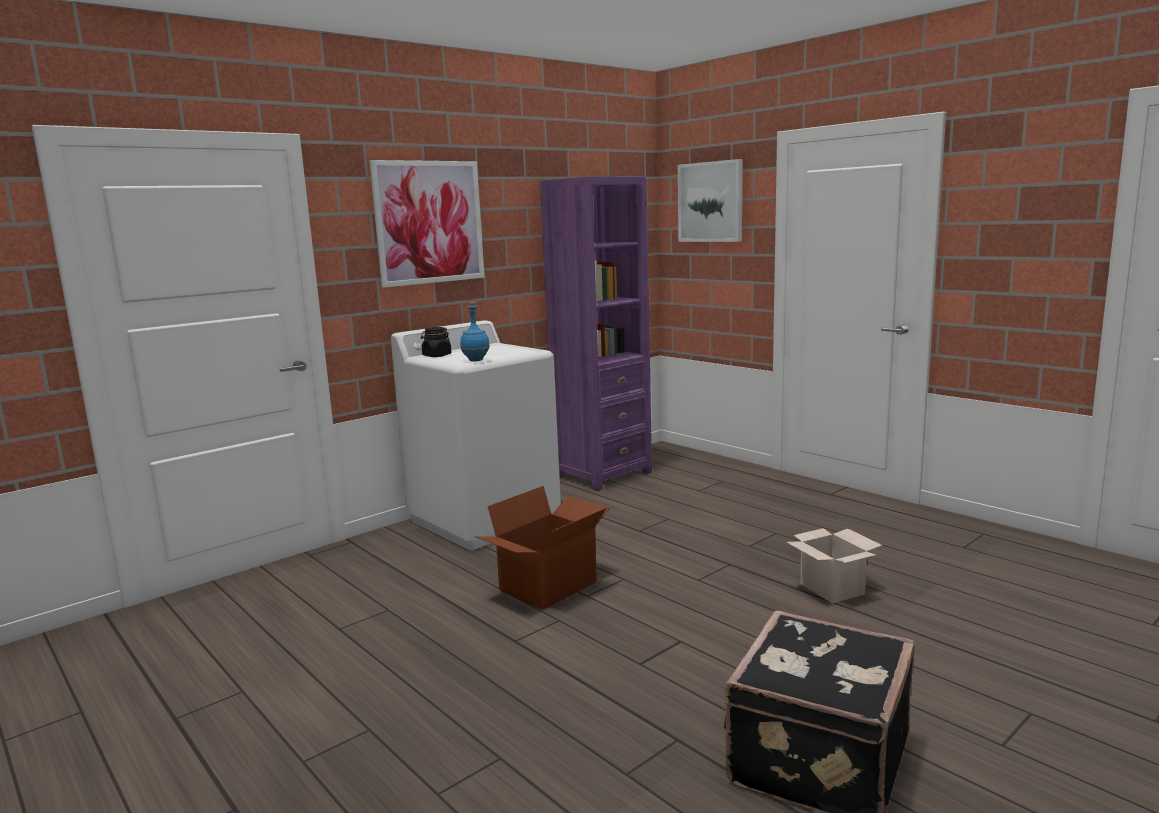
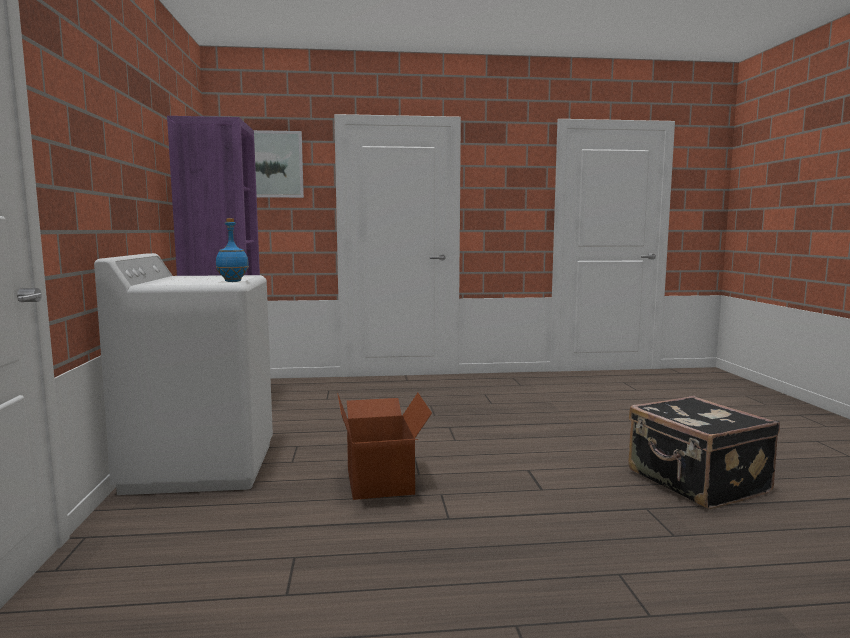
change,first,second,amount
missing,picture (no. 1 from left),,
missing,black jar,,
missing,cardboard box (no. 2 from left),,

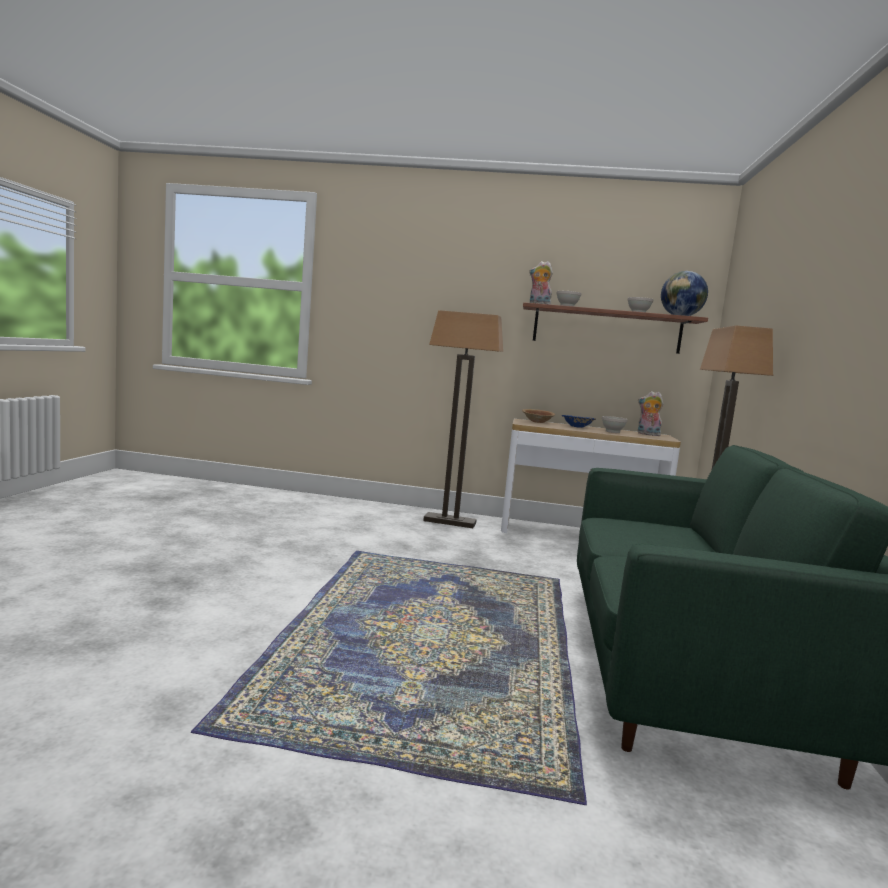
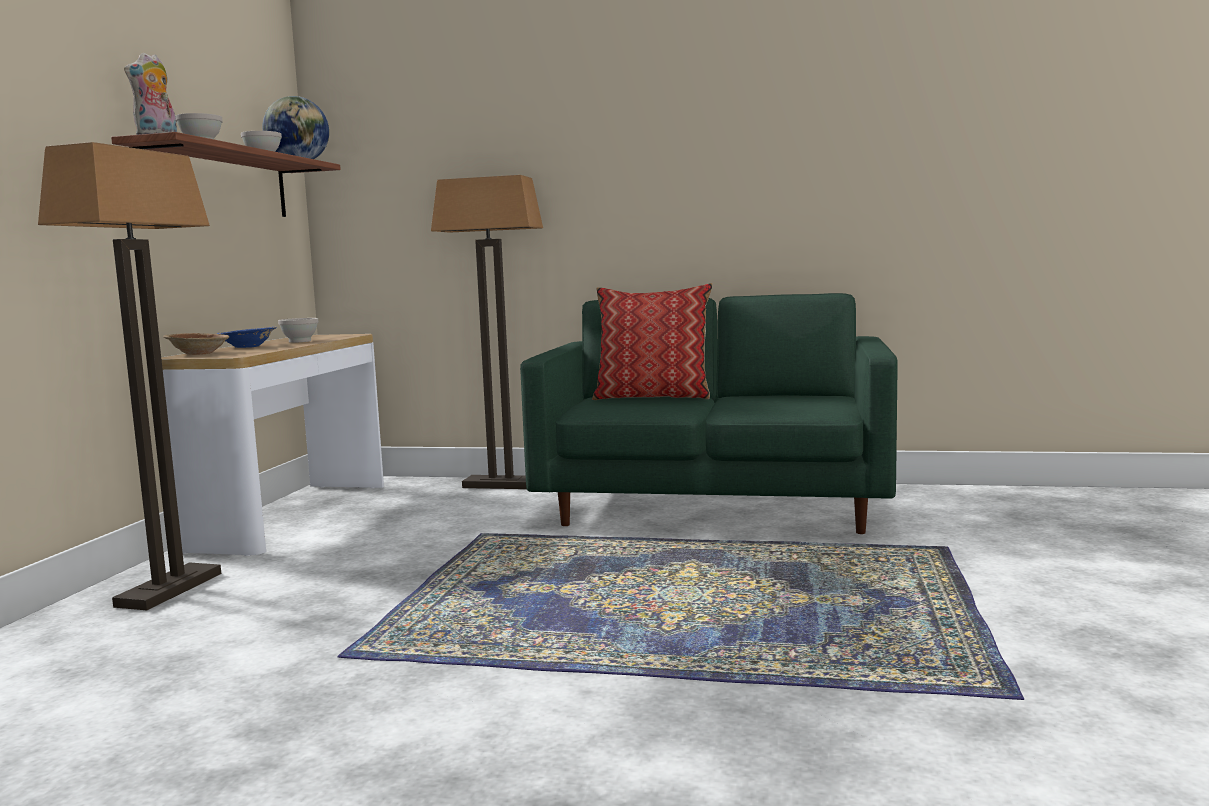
change,first,second,amount
missing,plush toy (no. 2 from left),,
appeared,,pillow,

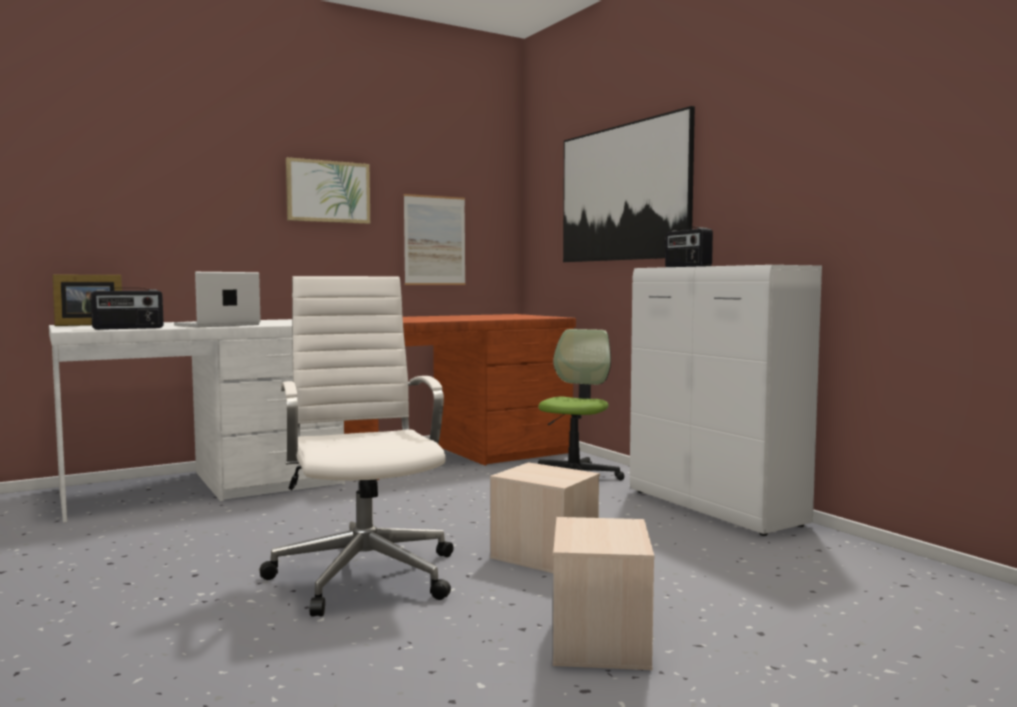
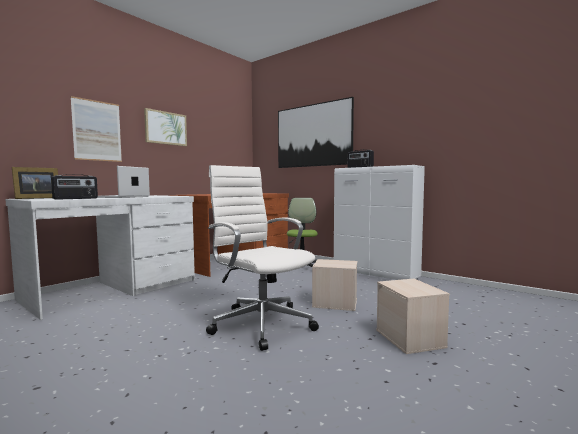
change,first,second,amount
relocated,picture (no. 2 from left in the first image),picture (no. 1 from left),

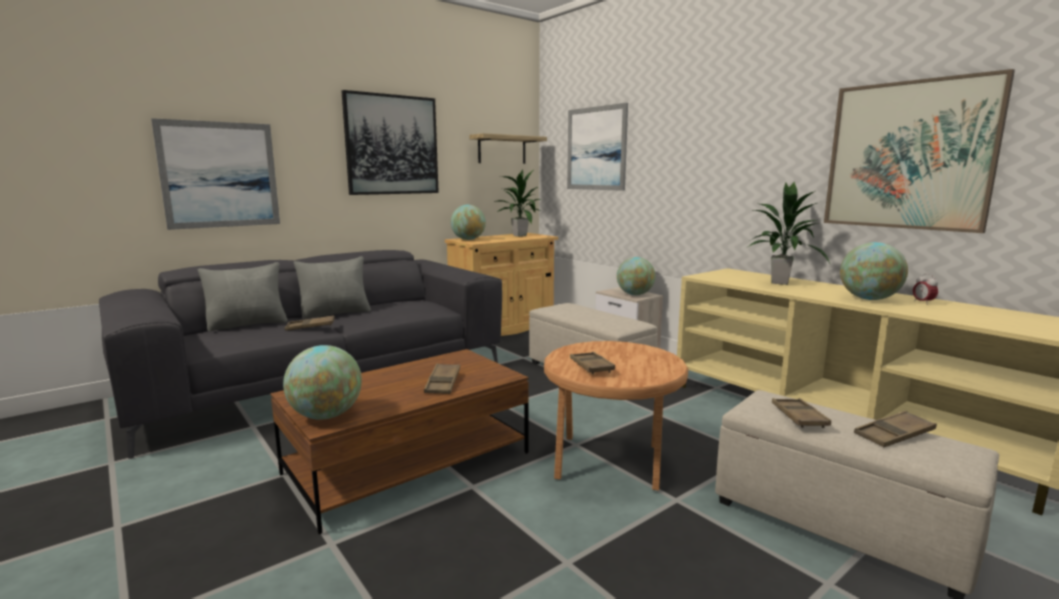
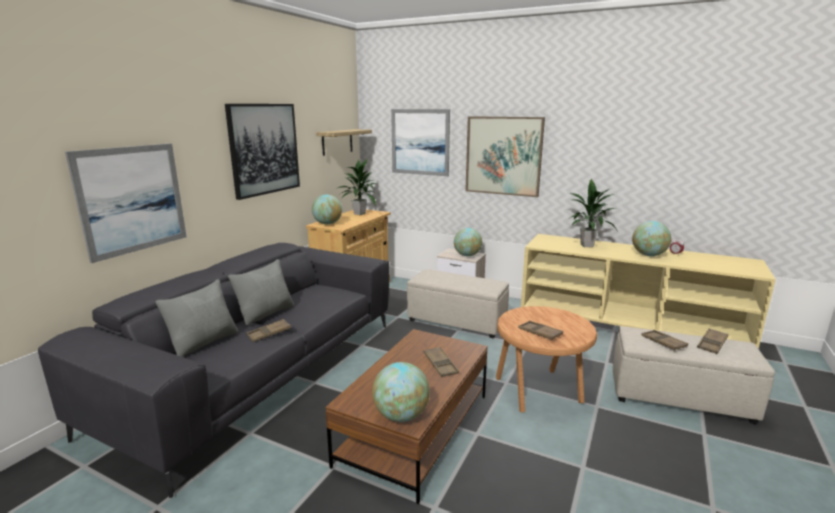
change,first,second,amount
relocated,picture (no. 4 from left),,

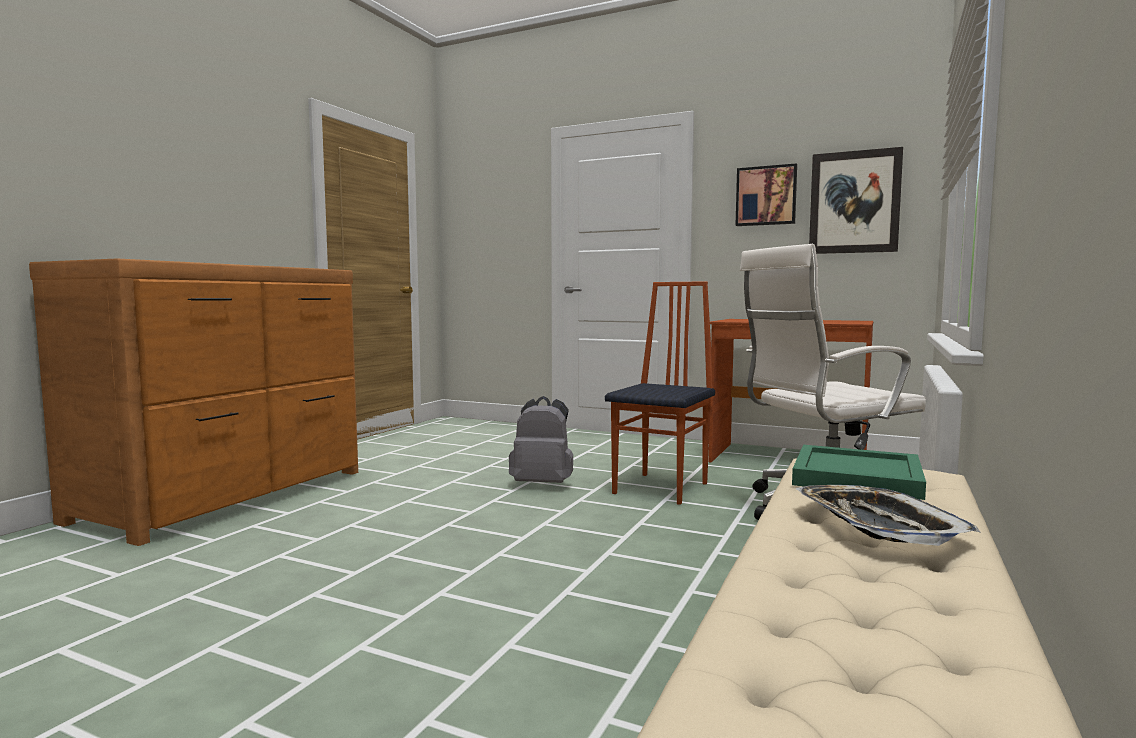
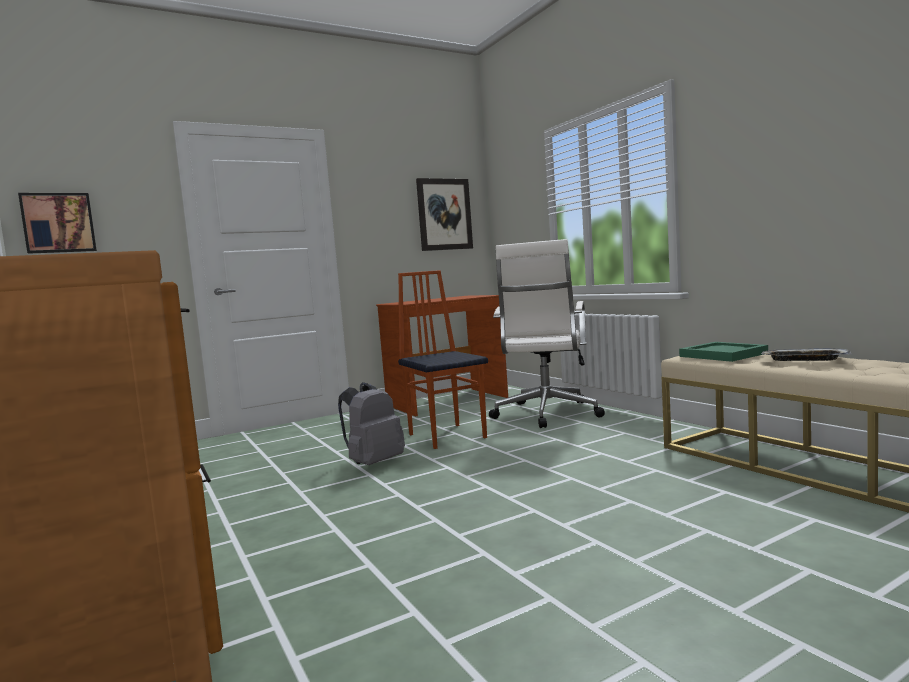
change,first,second,amount
relocated,picture (no. 1 from left),,

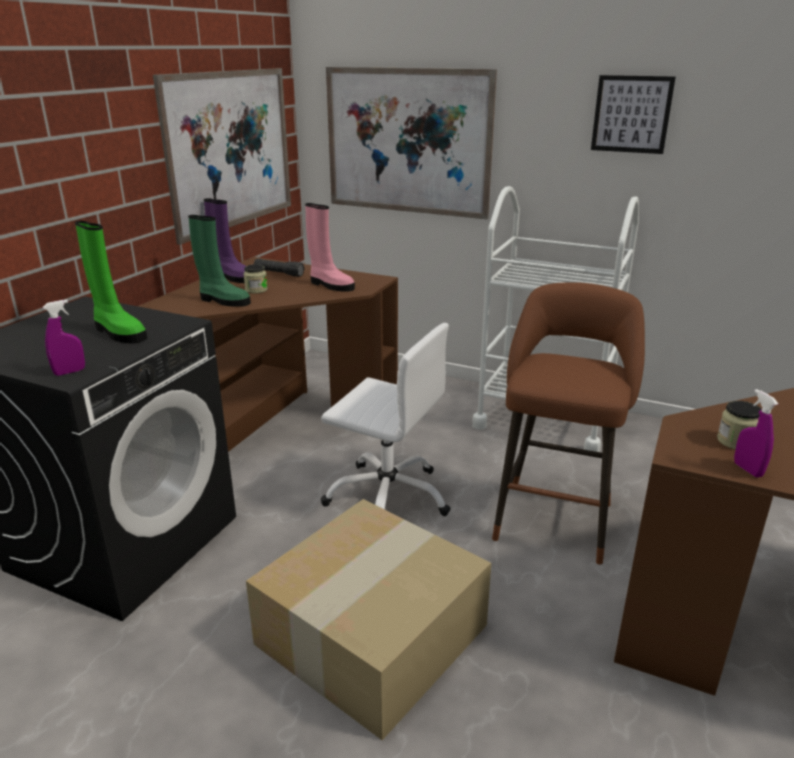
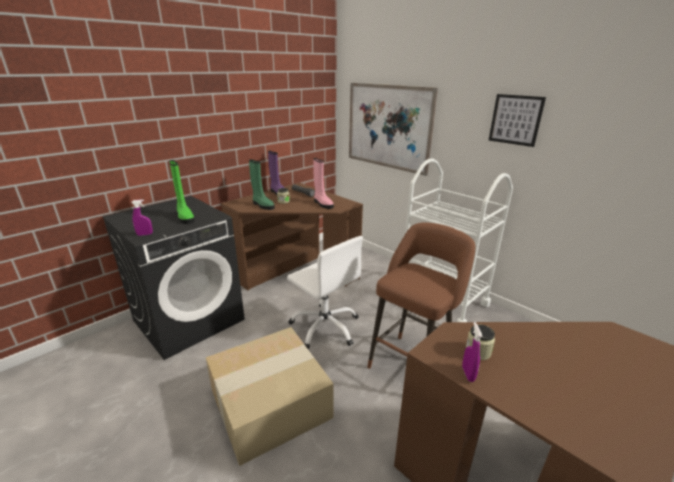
change,first,second,amount
missing,picture (no. 1 from left),,

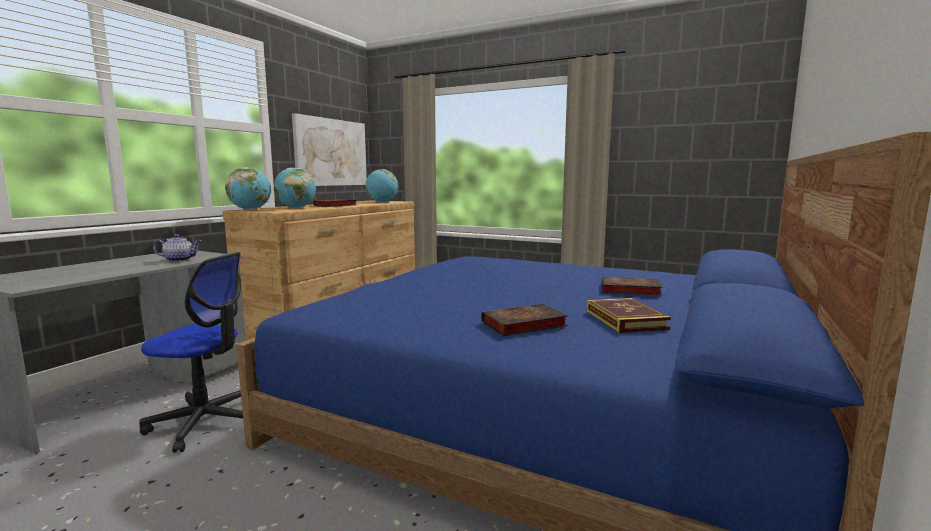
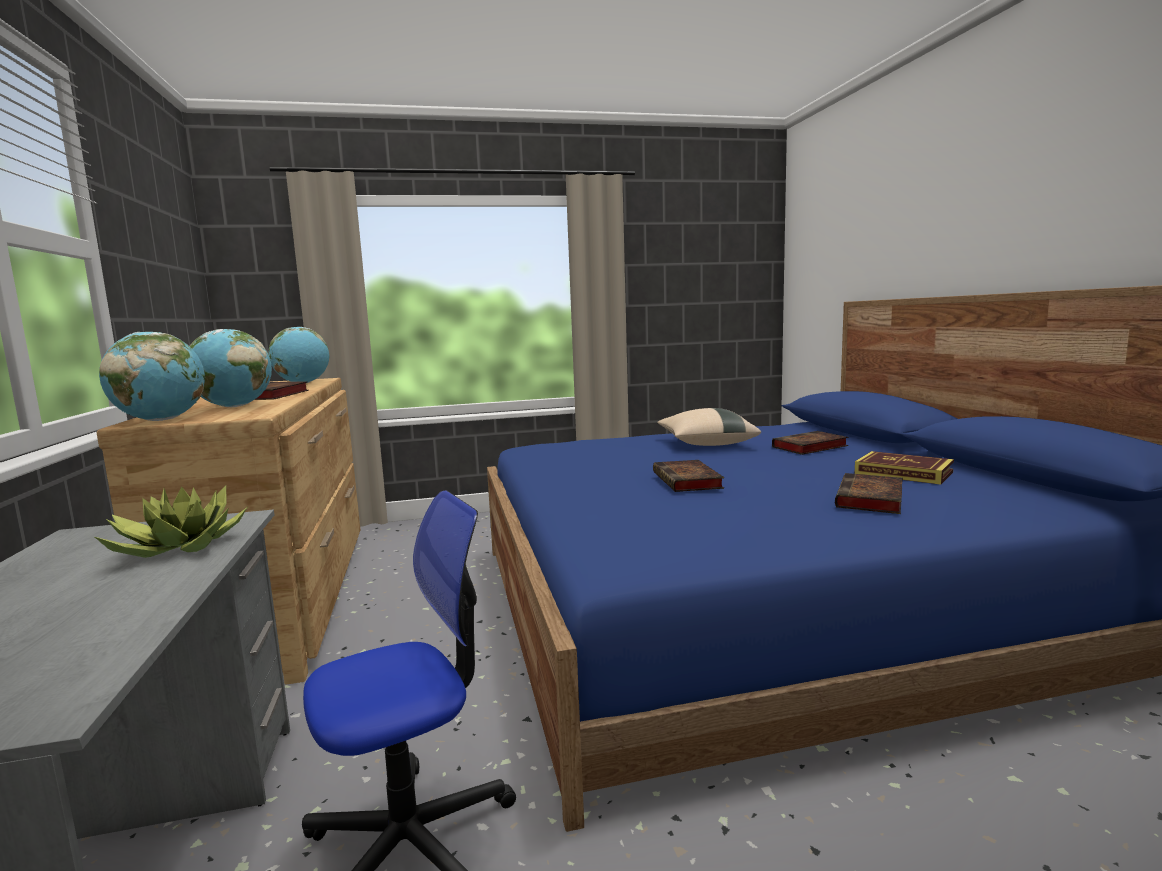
change,first,second,amount
missing,picture,,
appeared,,book (no. 2 from left),
appeared,,beige pillow,
exchanged,teapot,potted plant,

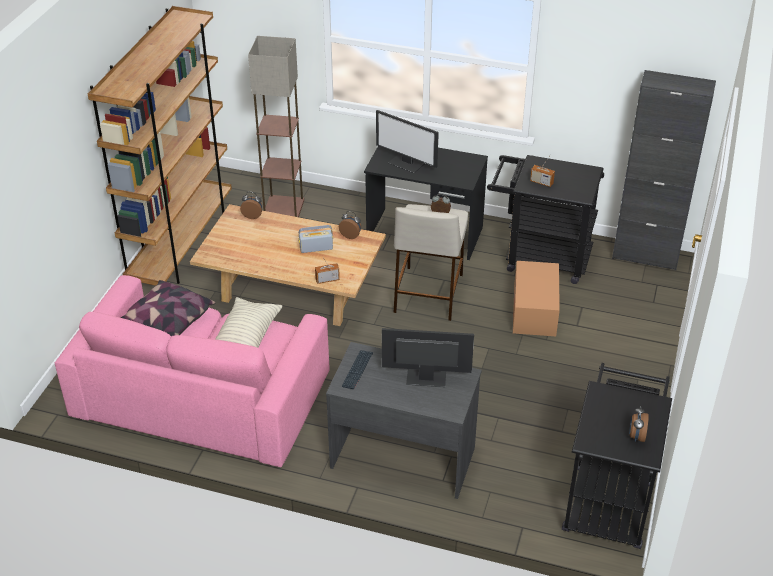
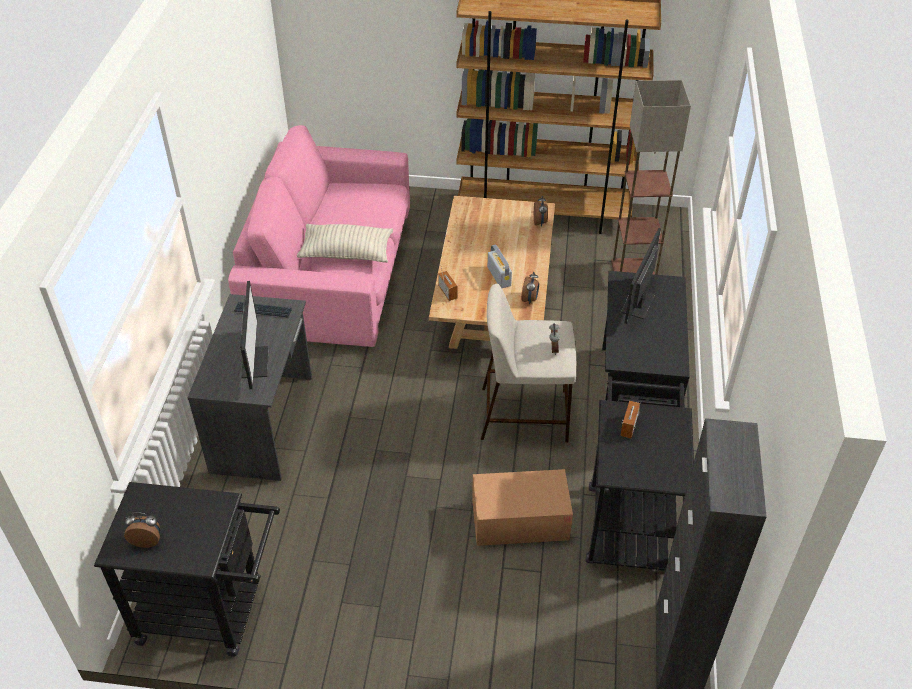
change,first,second,amount
missing,pillow (no. 1 from left),,

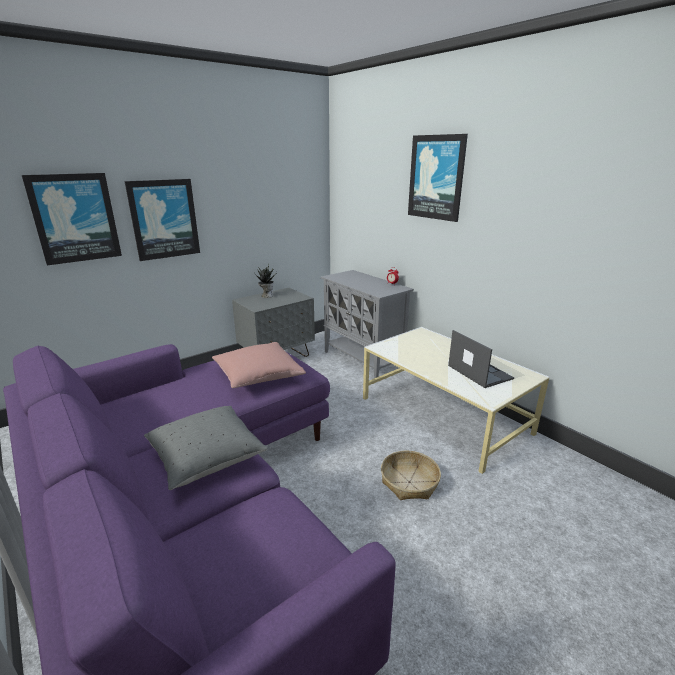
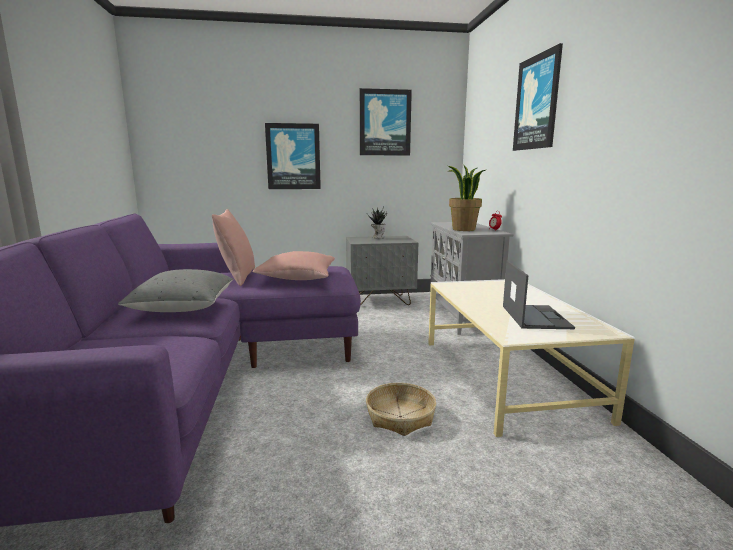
change,first,second,amount
appeared,,pink pillow (no. 1 from left),
appeared,,potted plant (no. 2 from left),
relocated,picture (no. 1 from left in the first image),picture (no. 2 from left),

